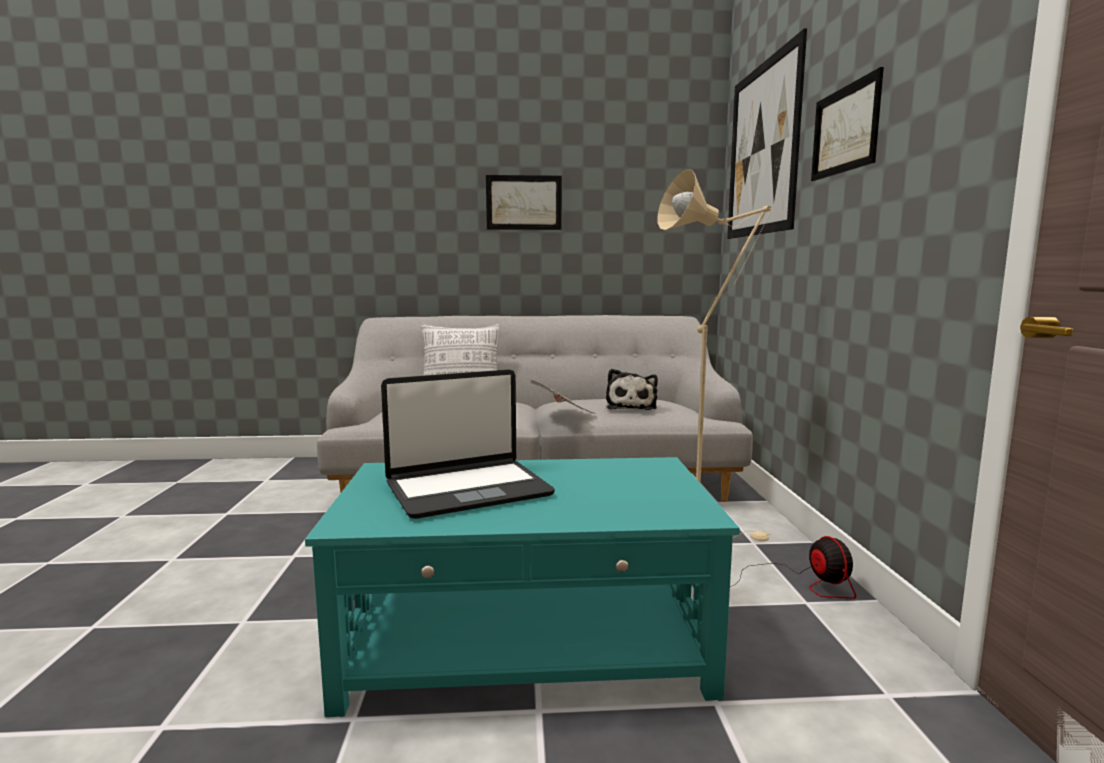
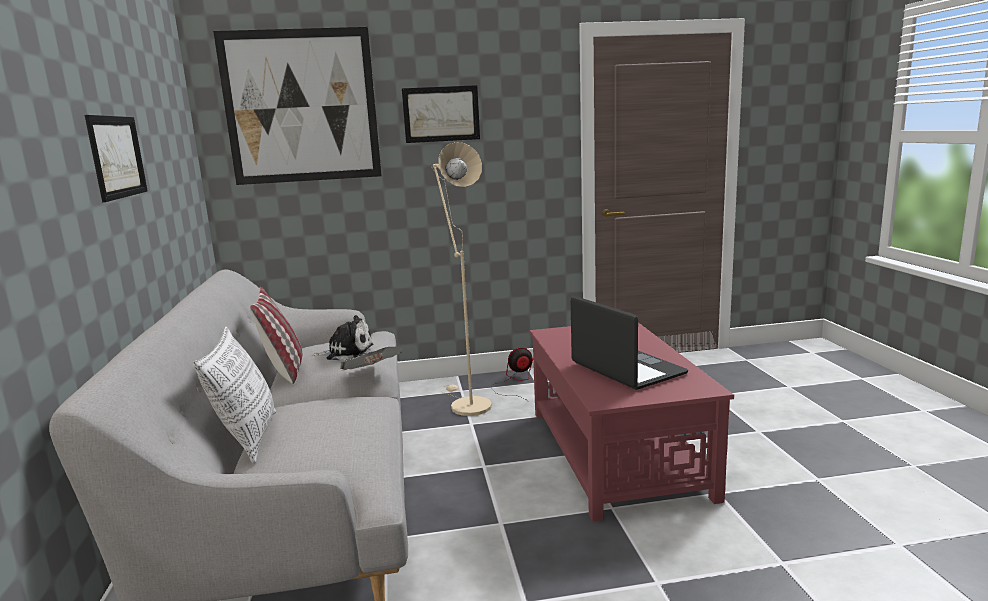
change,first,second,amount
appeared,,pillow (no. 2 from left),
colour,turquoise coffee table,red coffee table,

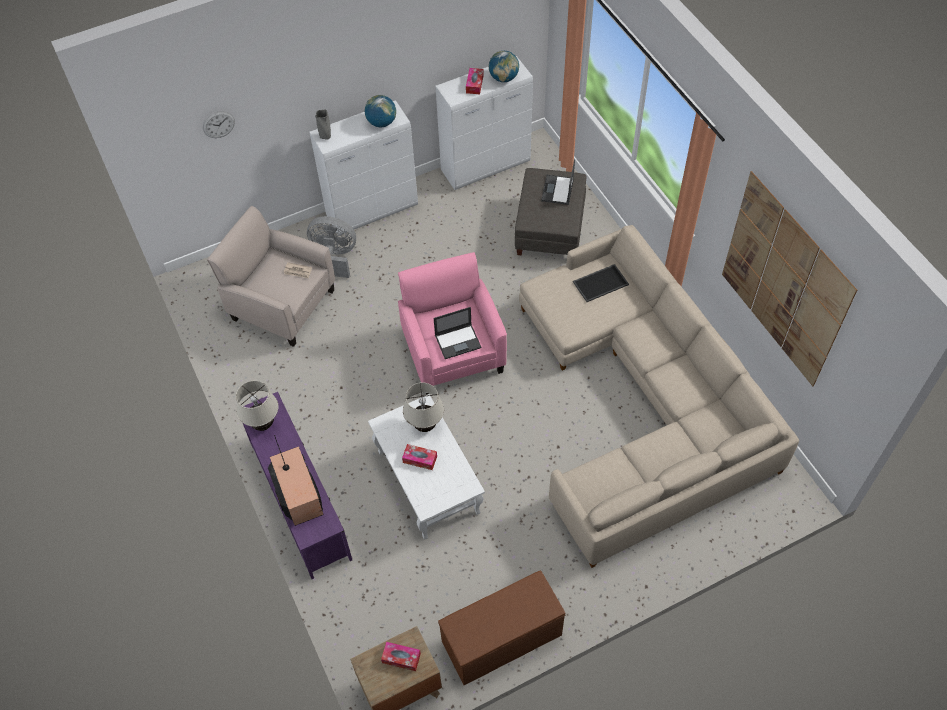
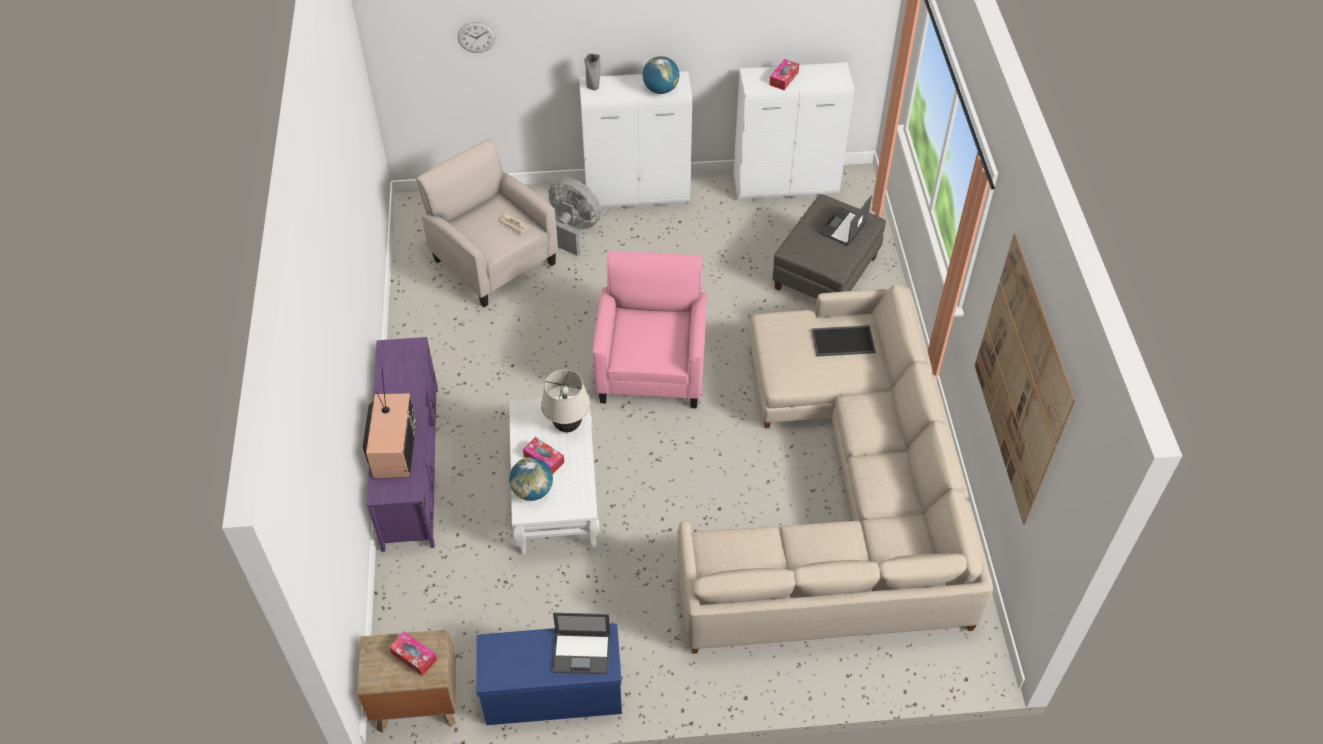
change,first,second,amount
missing,beige table lamp (no. 1 from left),,
relocated,laptop (no. 1 from left),,
relocated,globe (no. 2 from left in the first image),globe (no. 1 from left),
colour,brown bench,blue bench,

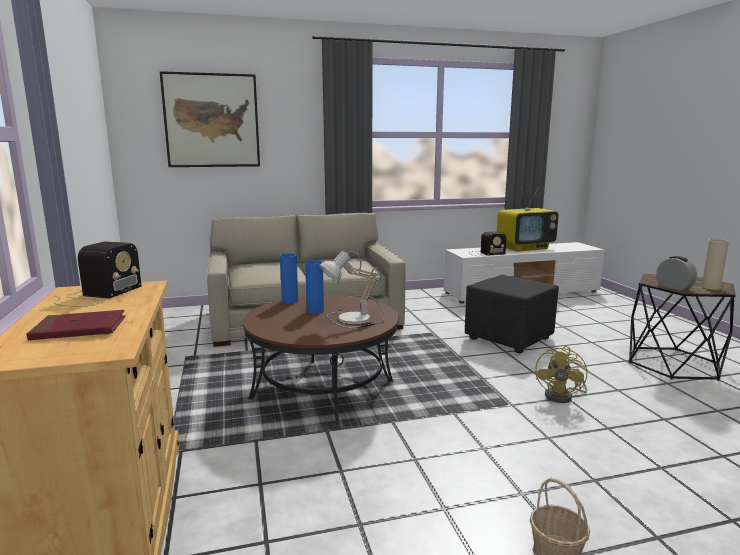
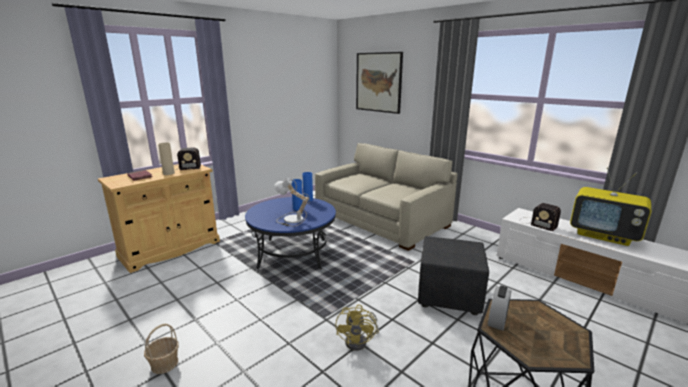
change,first,second,amount
relocated,beige vase,,
colour,brown coffee table,blue coffee table,
spun,yellow fan,,75 degrees counterclockwise

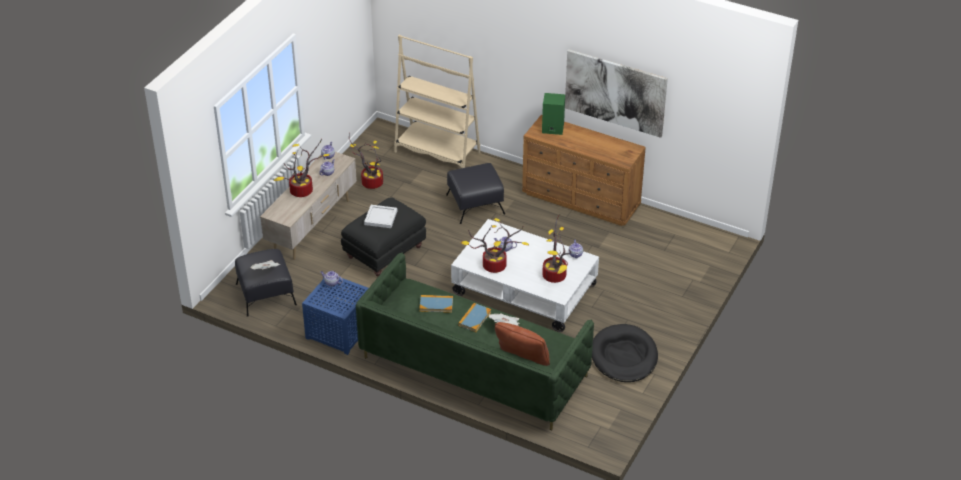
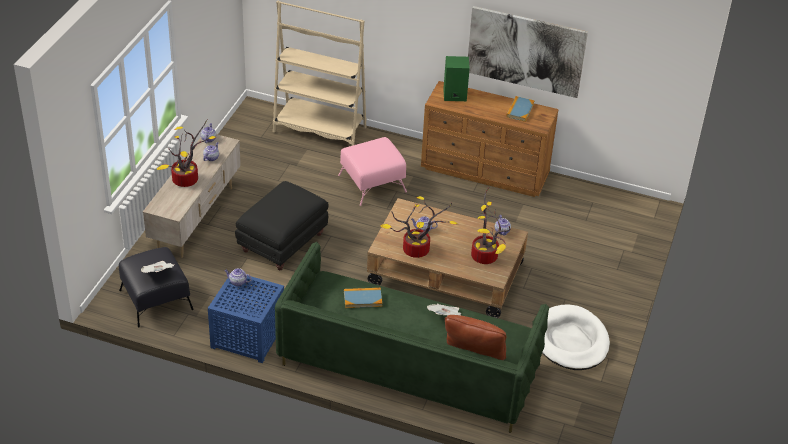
change,first,second,amount
missing,potted plant (no. 2 from left),,
missing,white tray,,
relocated,book (no. 2 from left),,
colour,black ottoman (no. 3 from left),pink ottoman,
colour,white coffee table,brown coffee table,
colour,black dog bed,white dog bed,

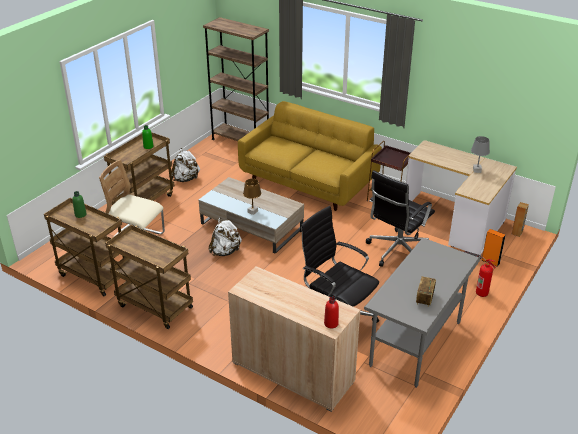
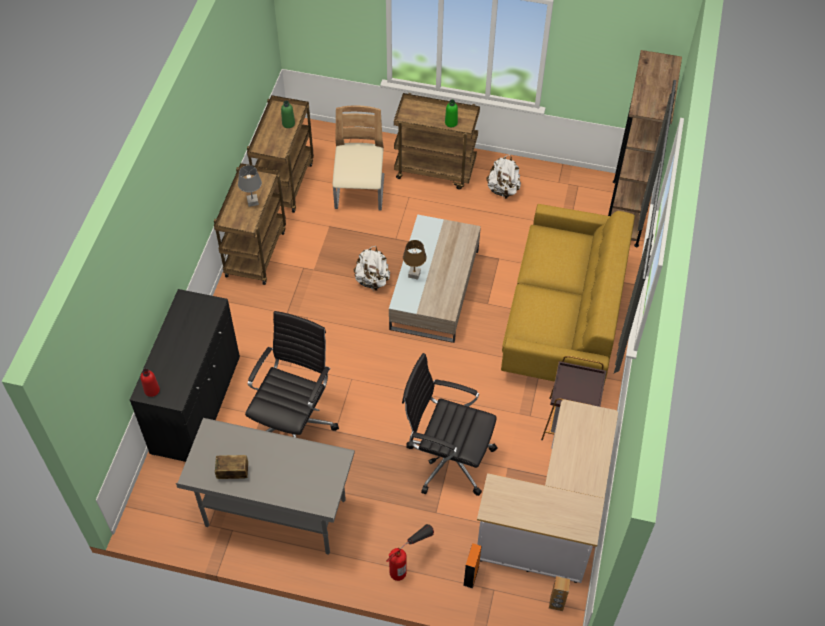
change,first,second,amount
relocated,grey table lamp,,
colour,beige cabinet,black cabinet,

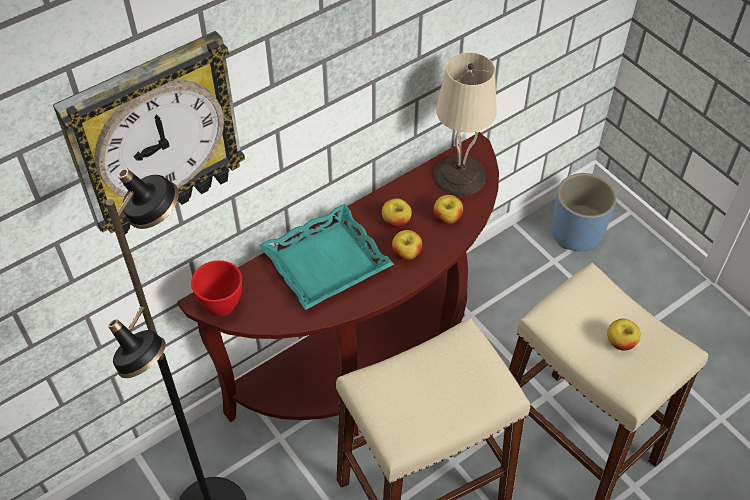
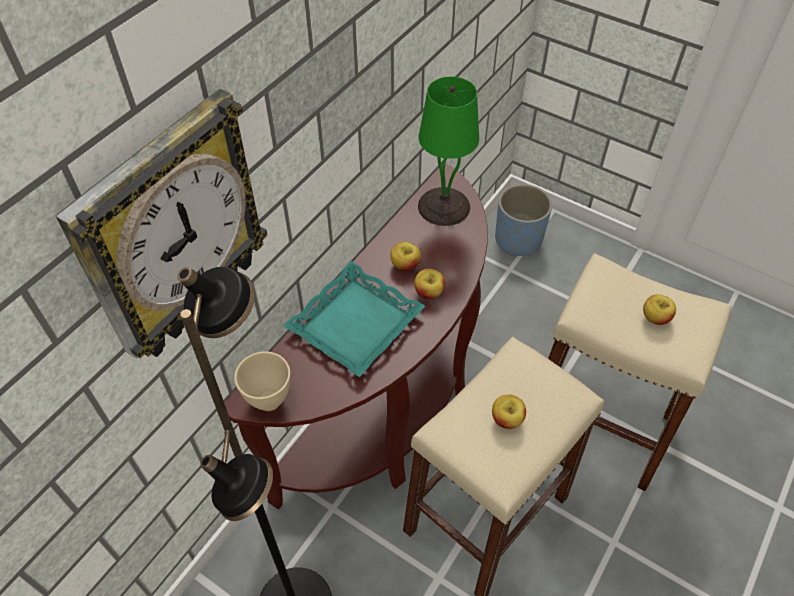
change,first,second,amount
relocated,apple (no. 3 from left),,
colour,red bowl,beige bowl,
colour,beige table lamp,green table lamp,

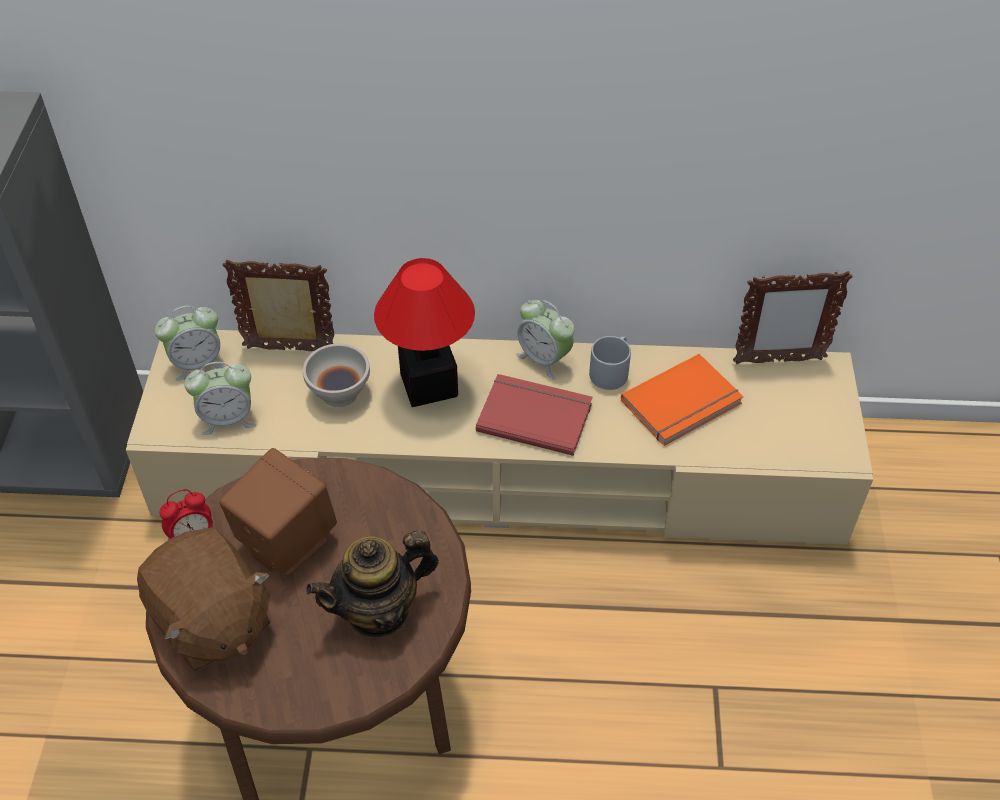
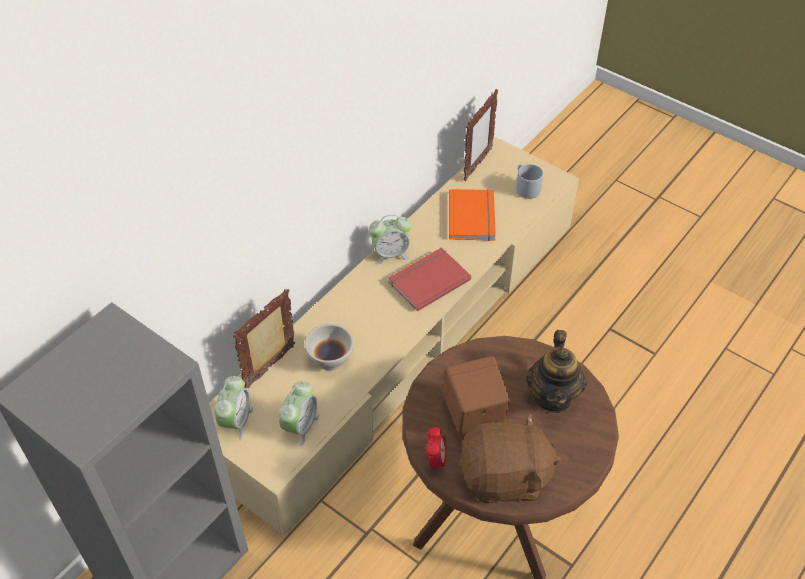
change,first,second,amount
missing,table lamp,,
relocated,grey mug,,

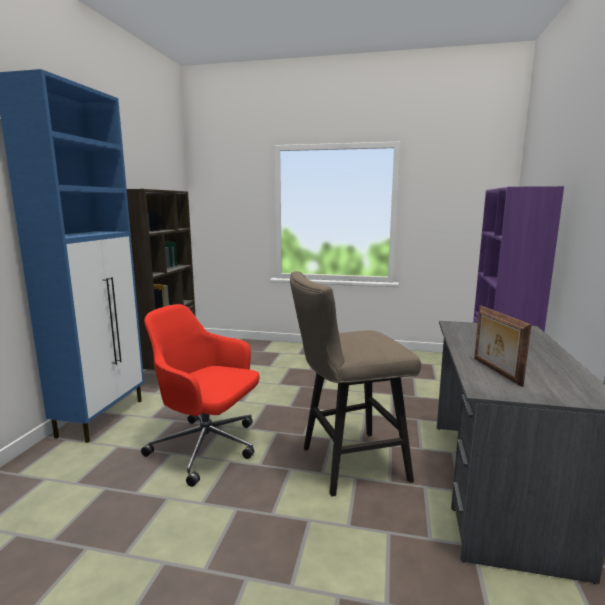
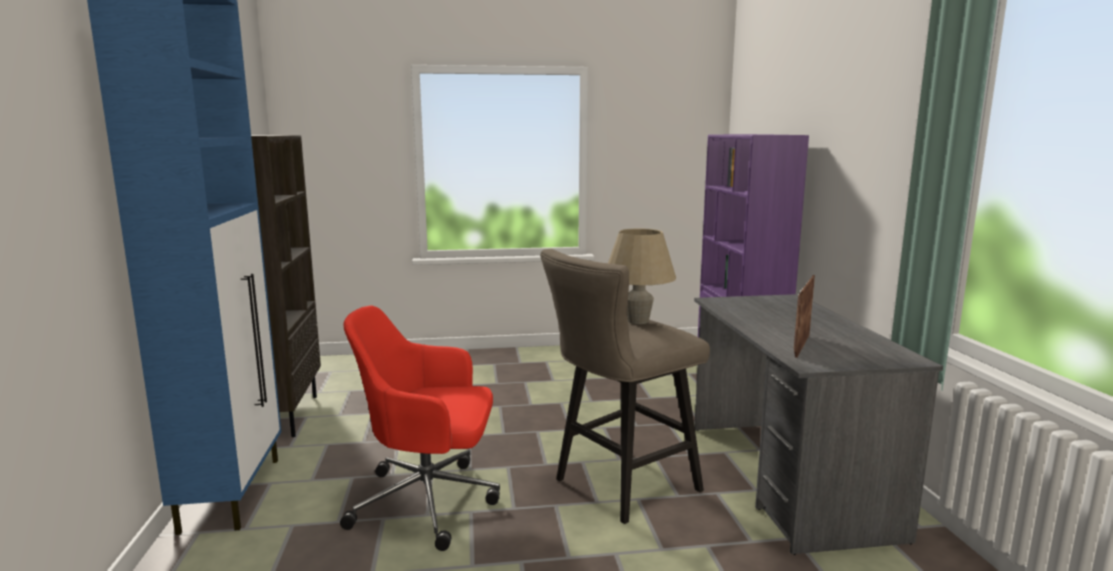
change,first,second,amount
appeared,,beige table lamp,
spun,picture frame,,60 degrees clockwise

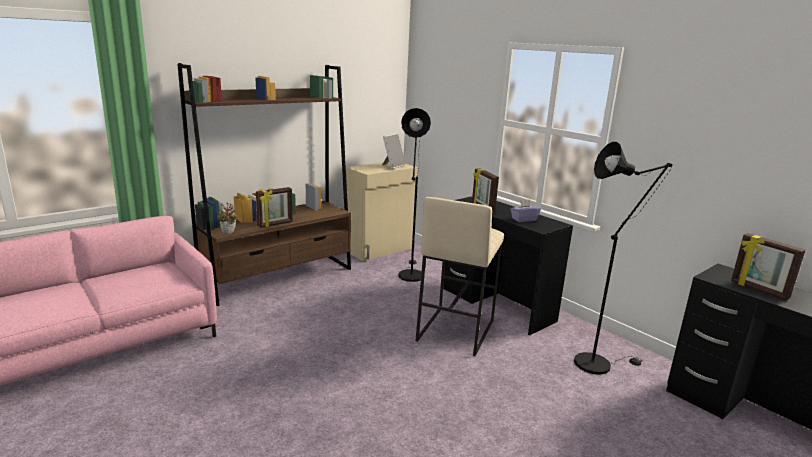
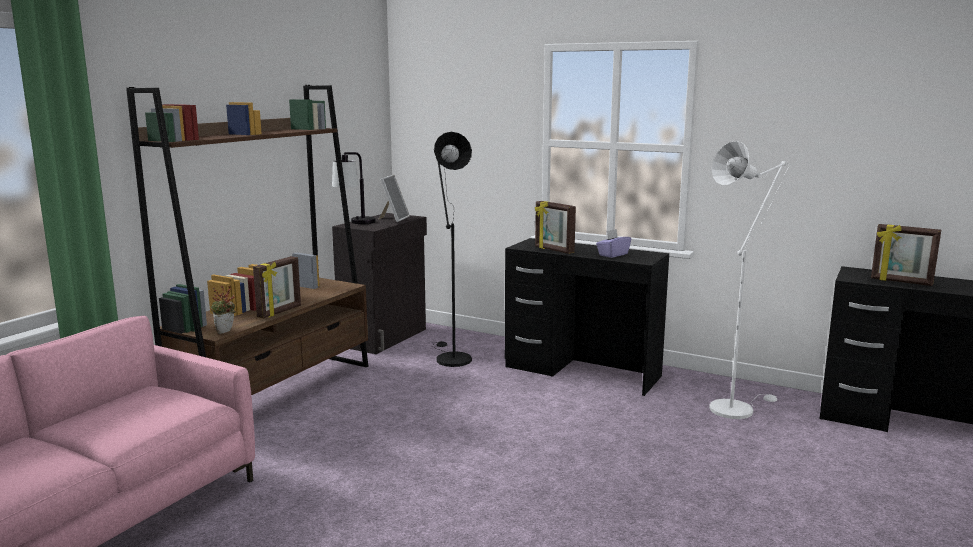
change,first,second,amount
missing,beige stool,,
appeared,,table lamp,
colour,beige cabinet,black cabinet,
colour,black floor lamp (no. 2 from left),white floor lamp,

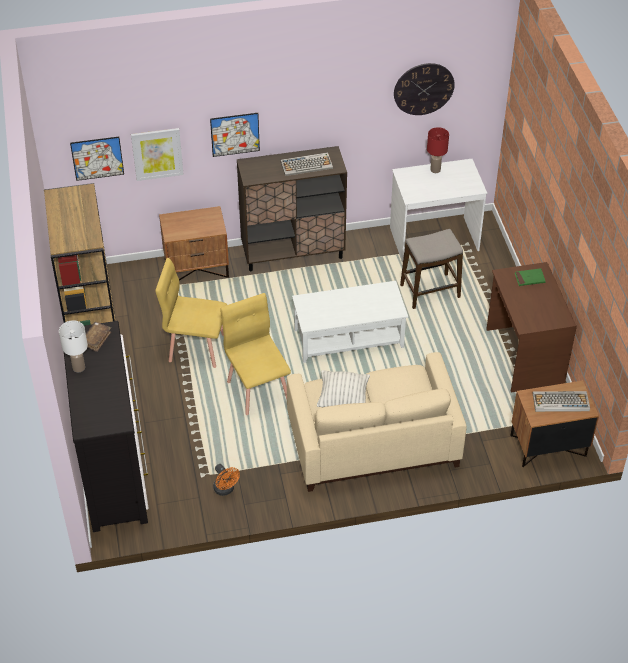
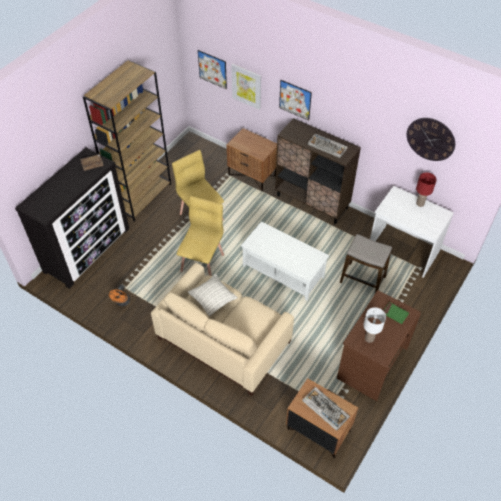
change,first,second,amount
relocated,white table lamp,,

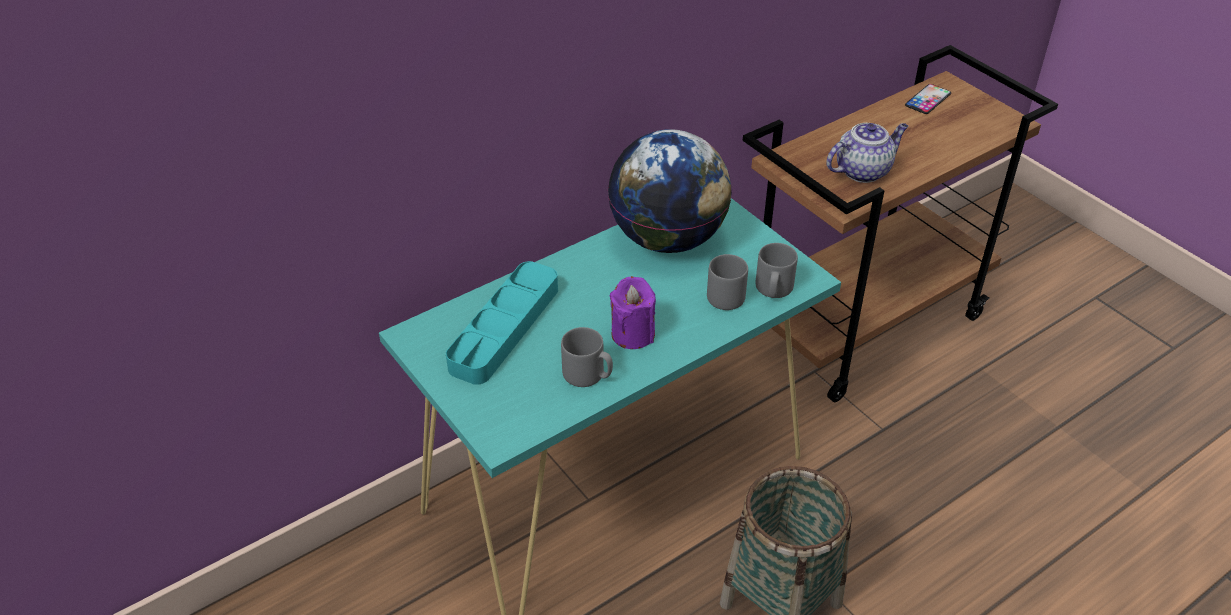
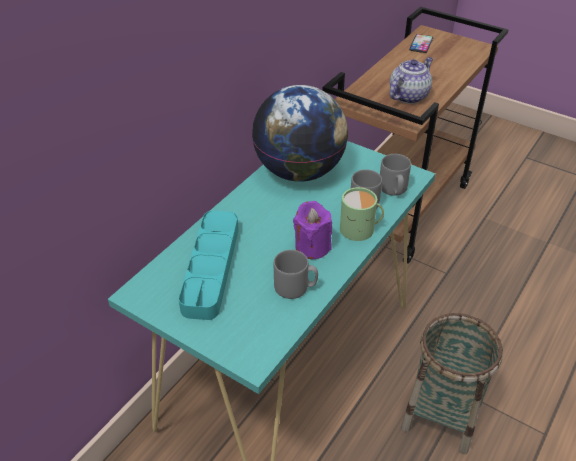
change,first,second,amount
appeared,,green mug,

